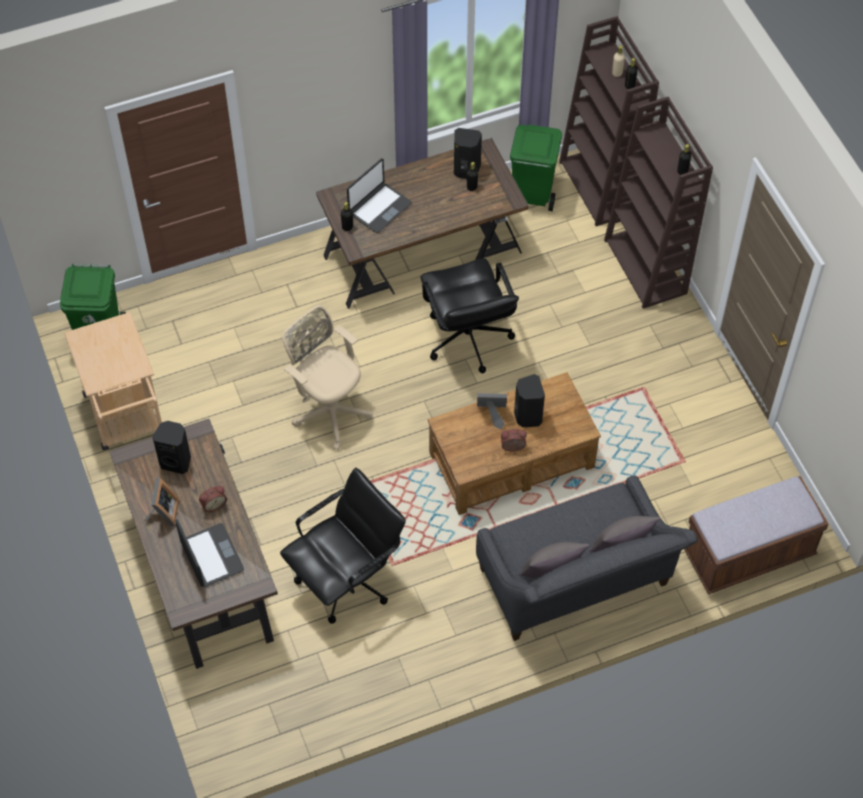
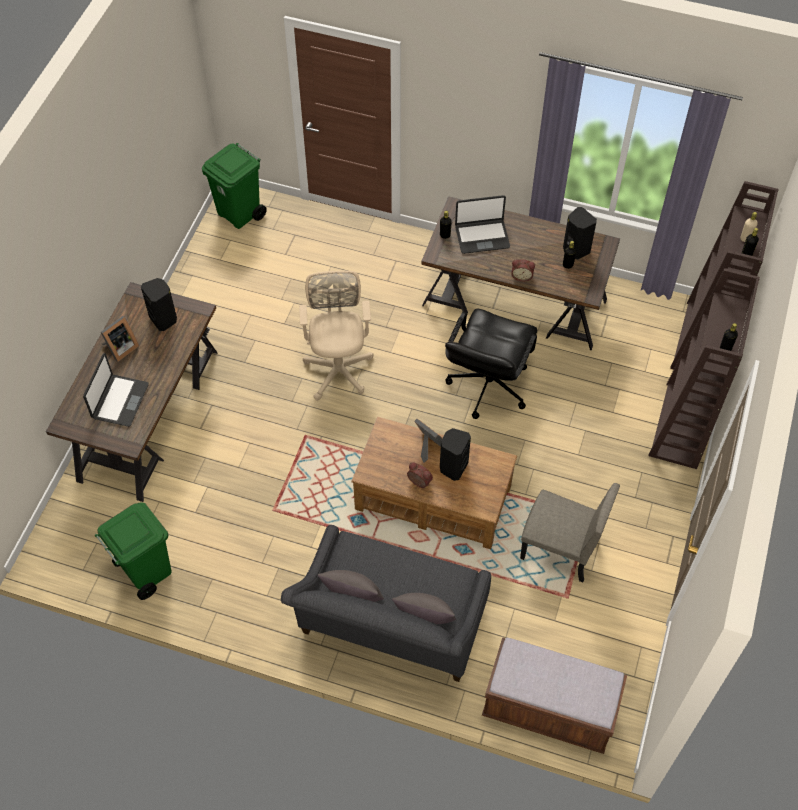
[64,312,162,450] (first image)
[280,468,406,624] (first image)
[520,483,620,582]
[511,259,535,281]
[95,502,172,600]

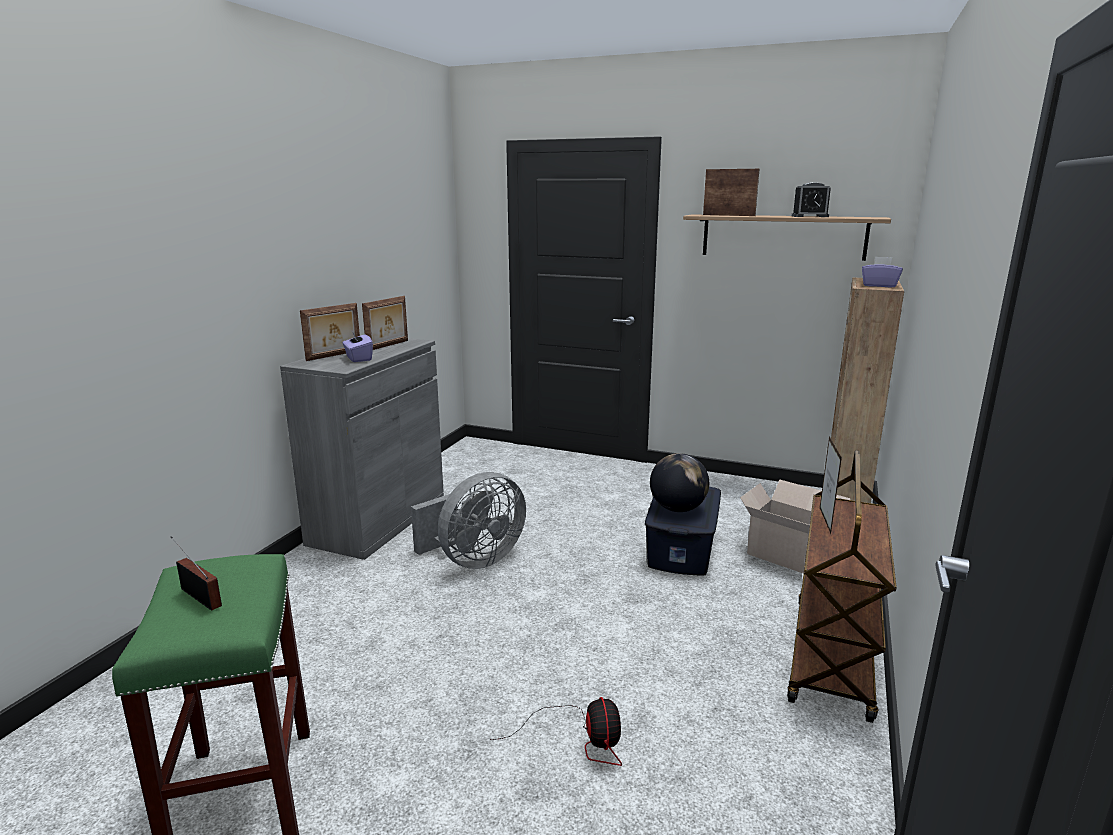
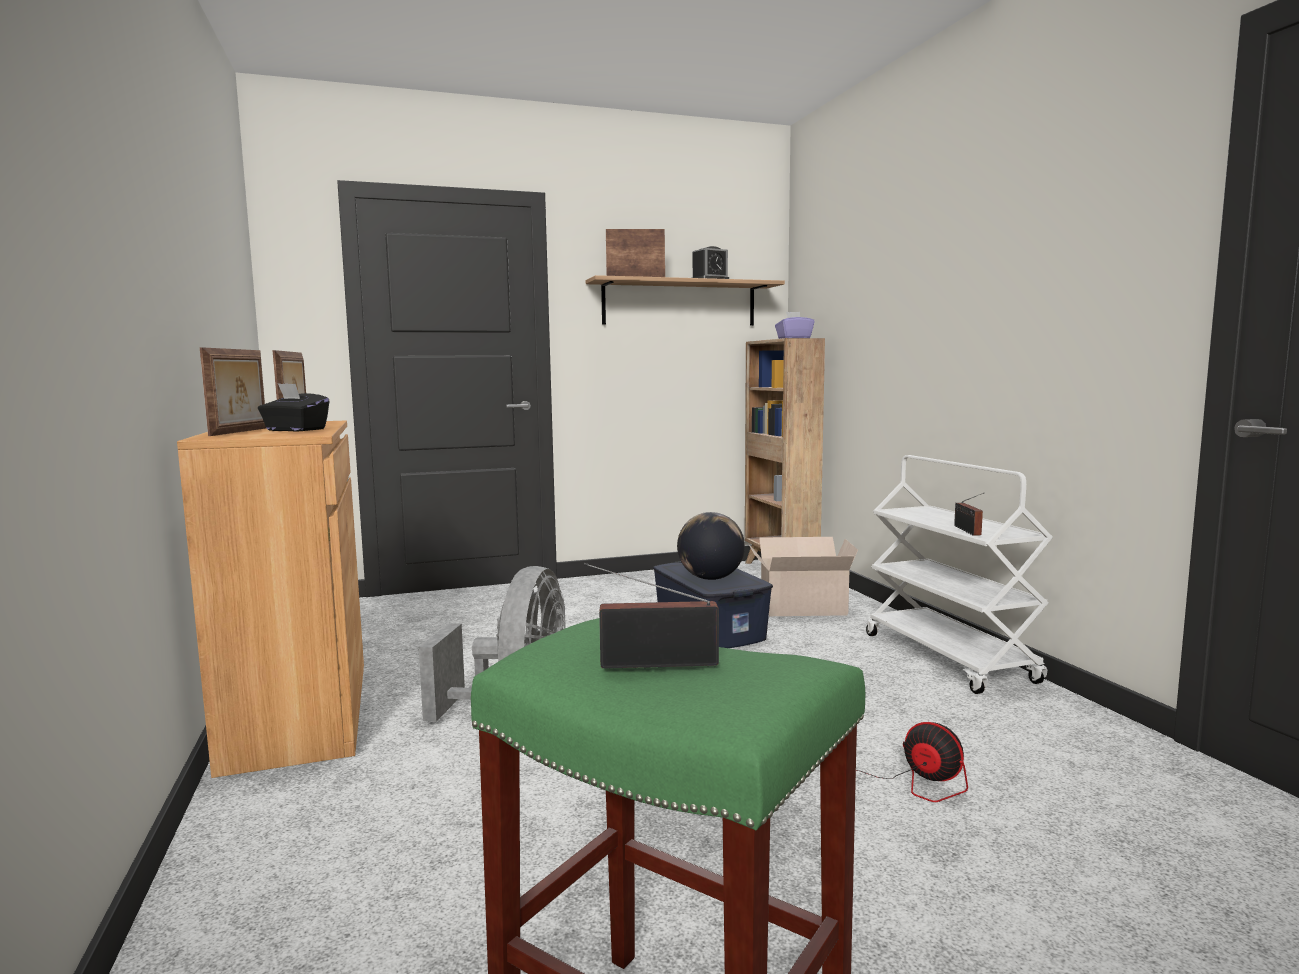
[820,436,842,534] (first image)
[954,493,984,535]
[177,421,364,778]
[258,383,330,432]
[866,455,1053,694]

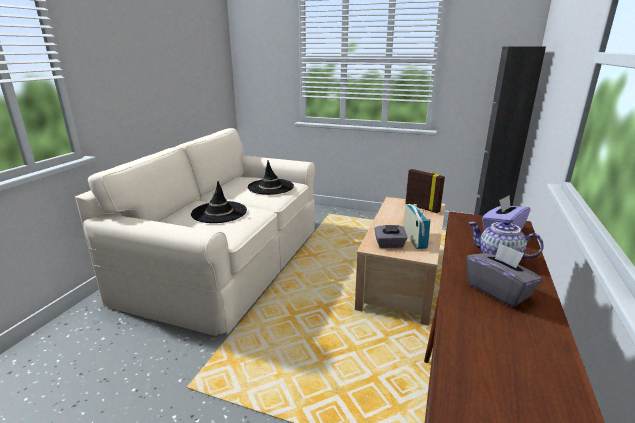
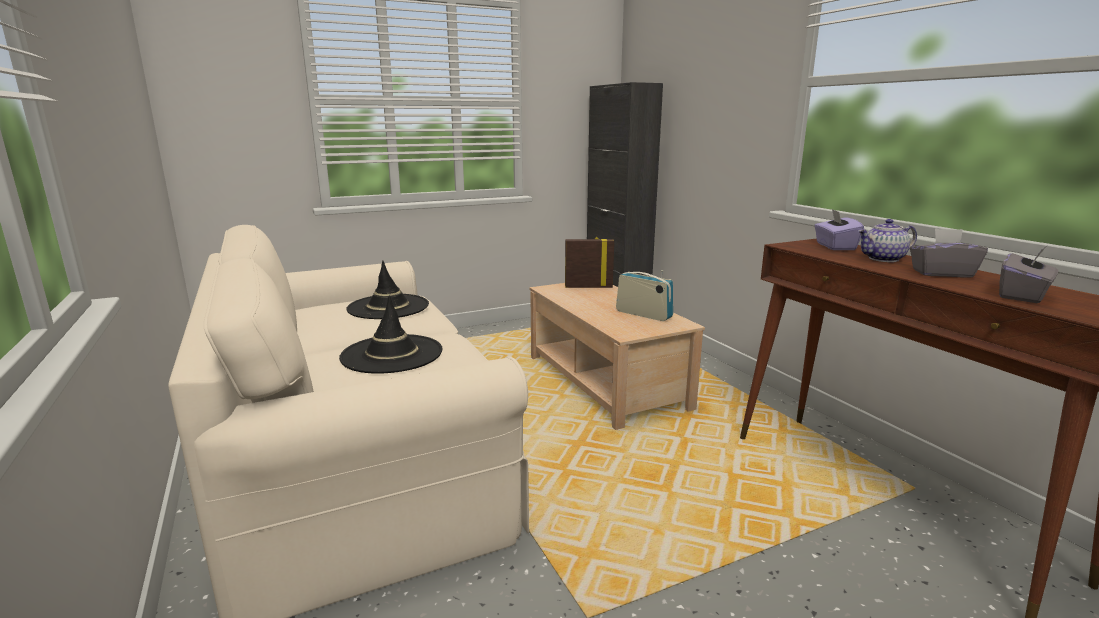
[999,247,1058,303]

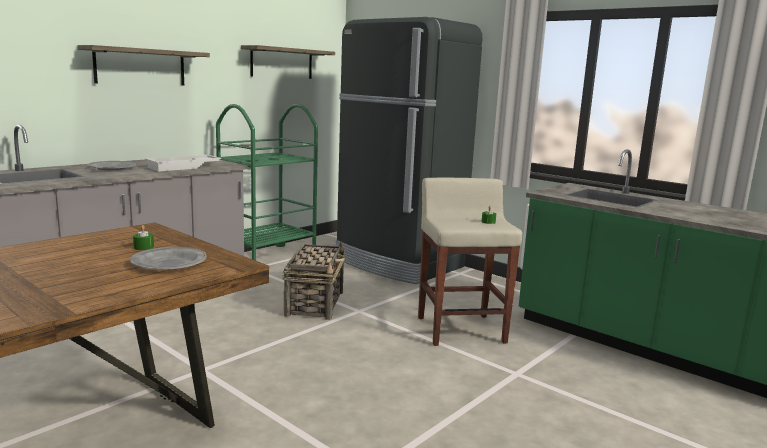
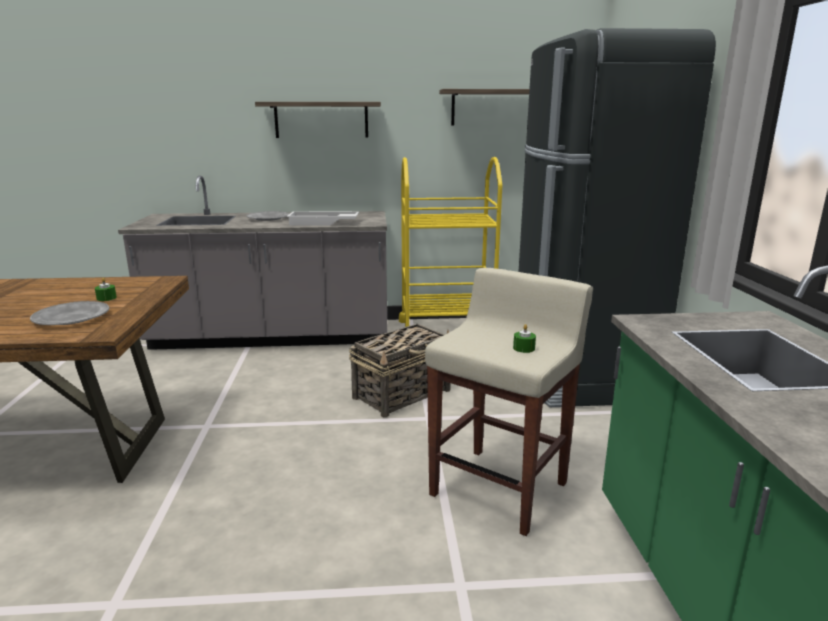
[399,157,503,327]

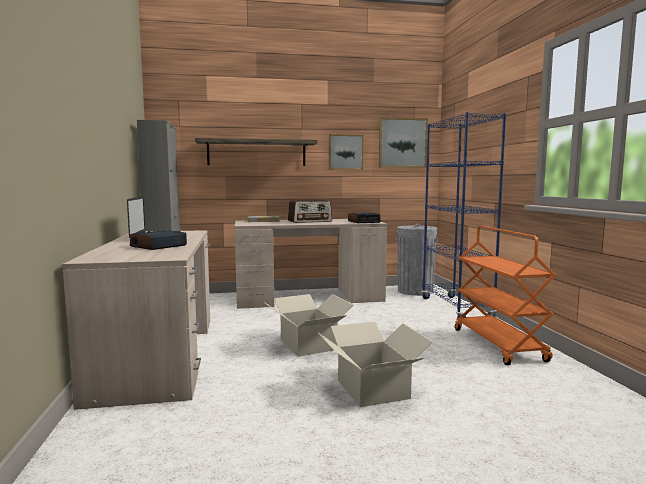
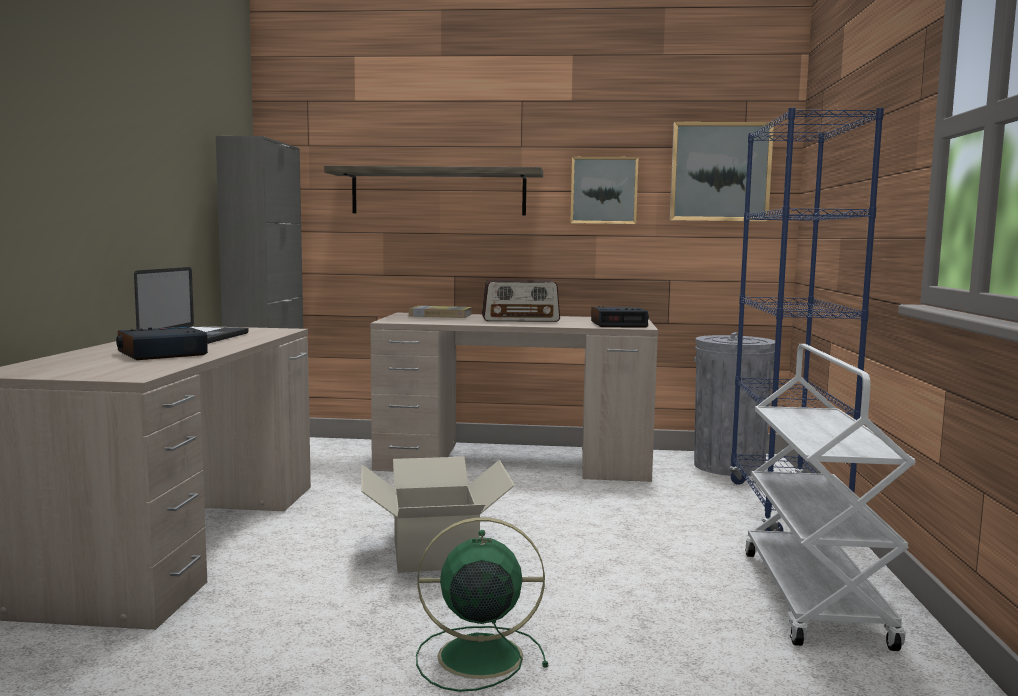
[416,517,548,692]
[745,344,916,651]

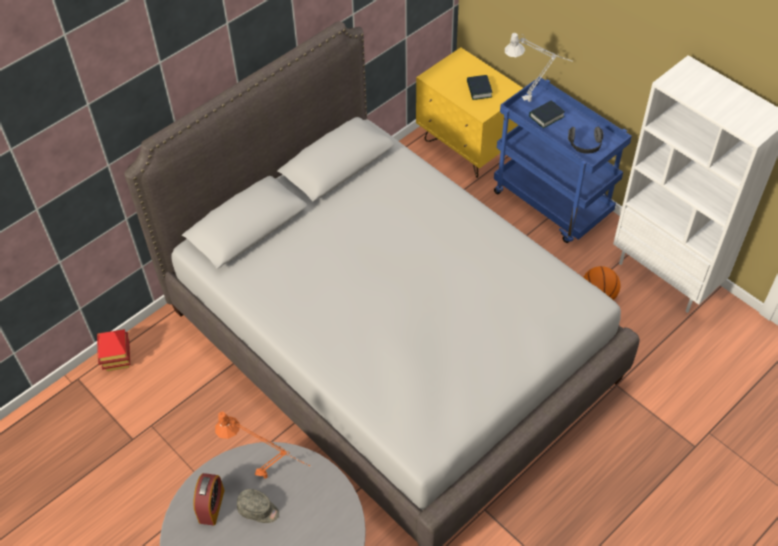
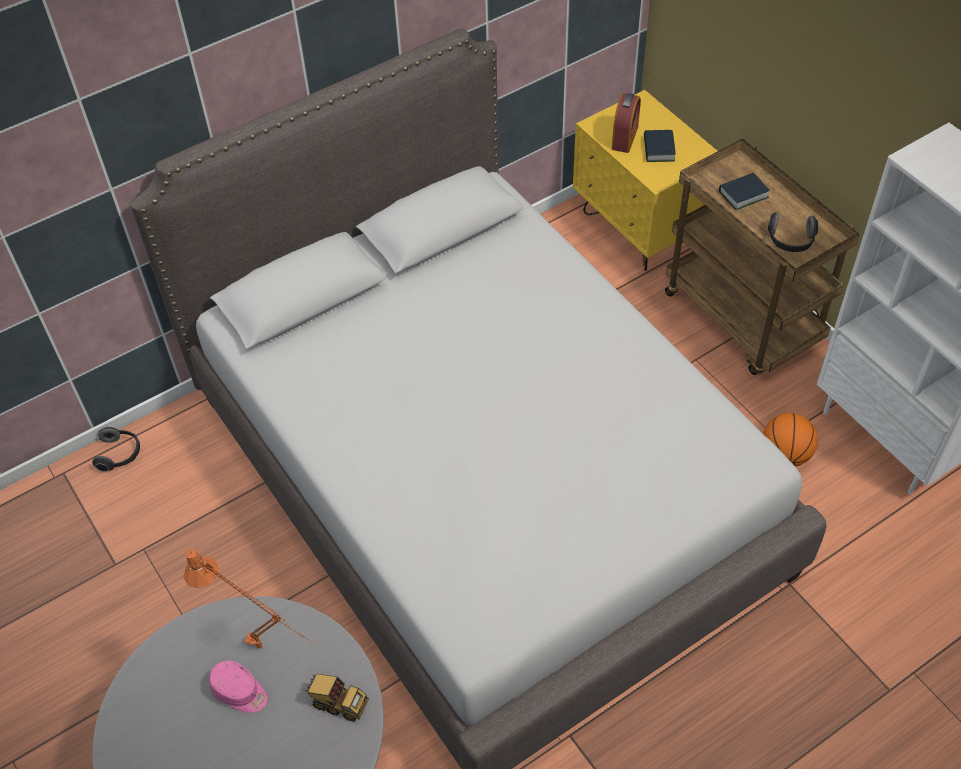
[505,33,573,102] (first image)
[305,674,369,722]
[612,93,641,153]
[92,427,140,472]
[209,661,267,713]
[665,138,860,375]

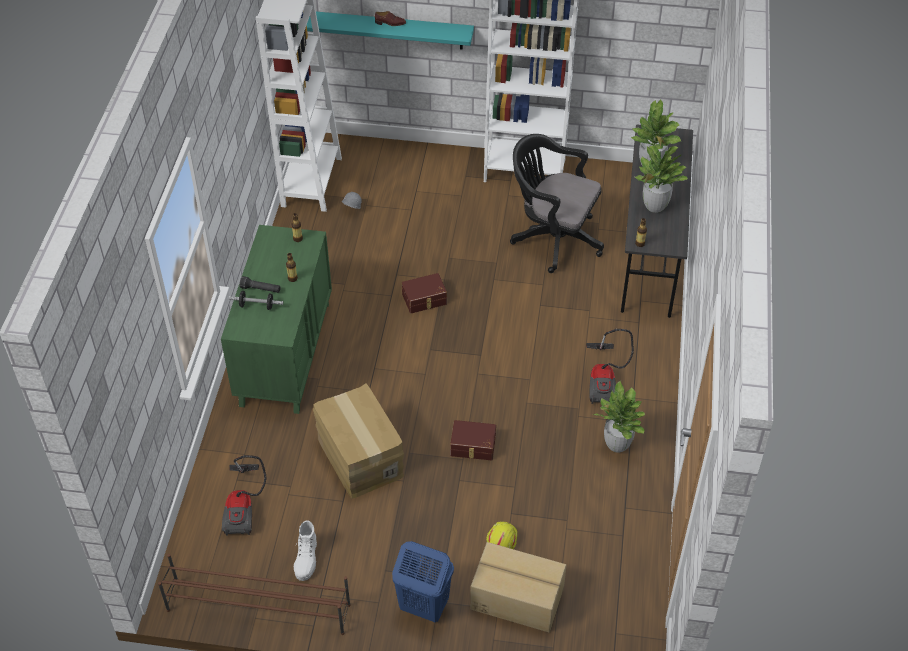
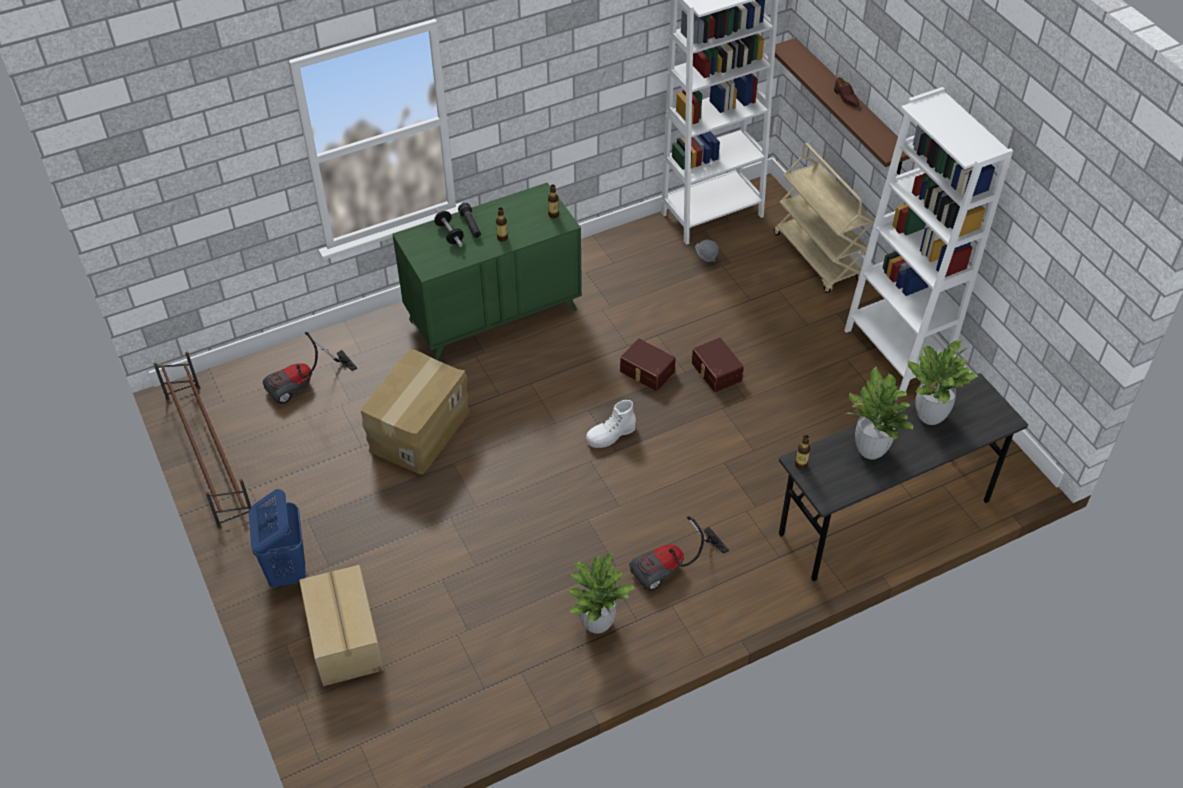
[486,521,518,549] (first image)
[510,134,604,273] (first image)
[774,143,874,293]
[586,400,636,448]
[692,338,744,392]
[775,38,910,174]

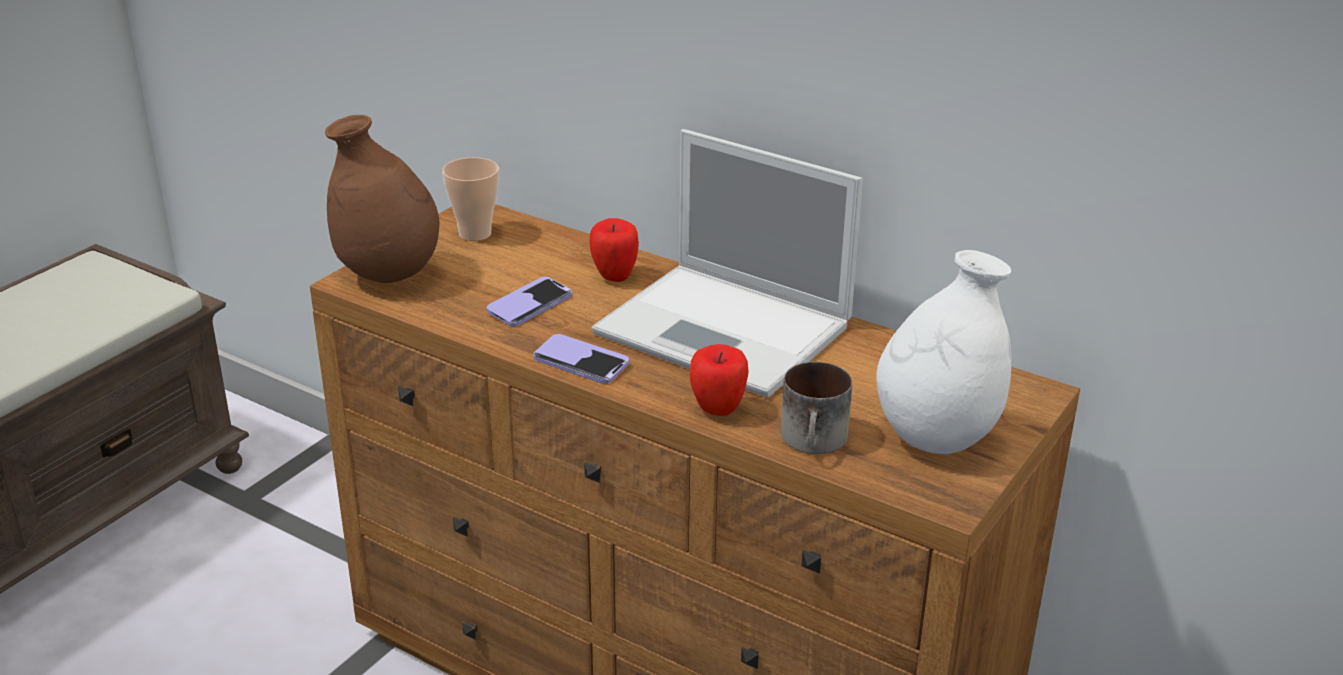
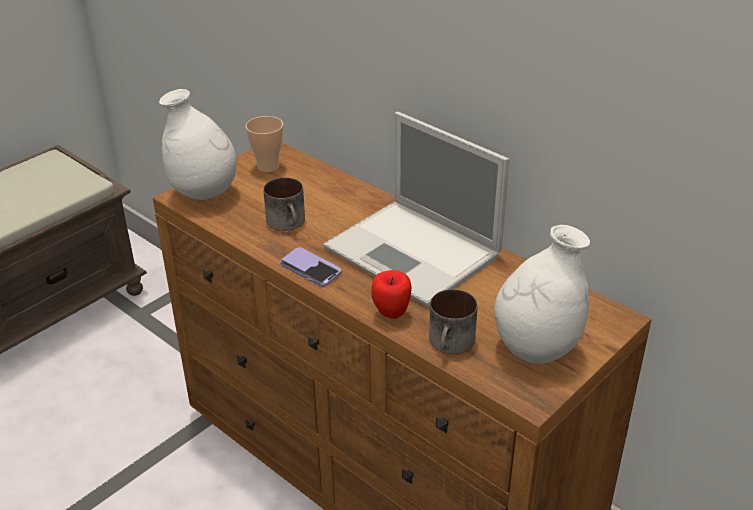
[589,218,639,282] (first image)
[263,177,305,231]
[159,89,237,200]

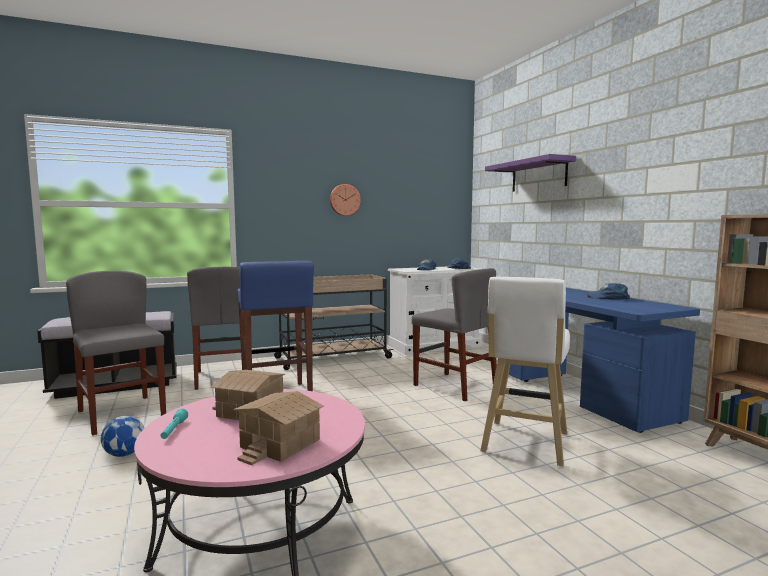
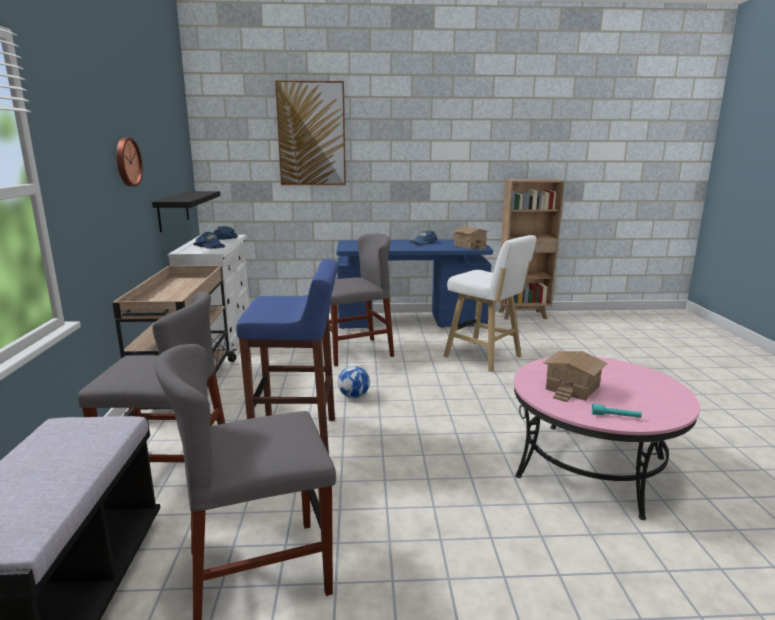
[152,191,220,232]
[338,366,370,398]
[454,226,487,249]
[275,80,346,185]

